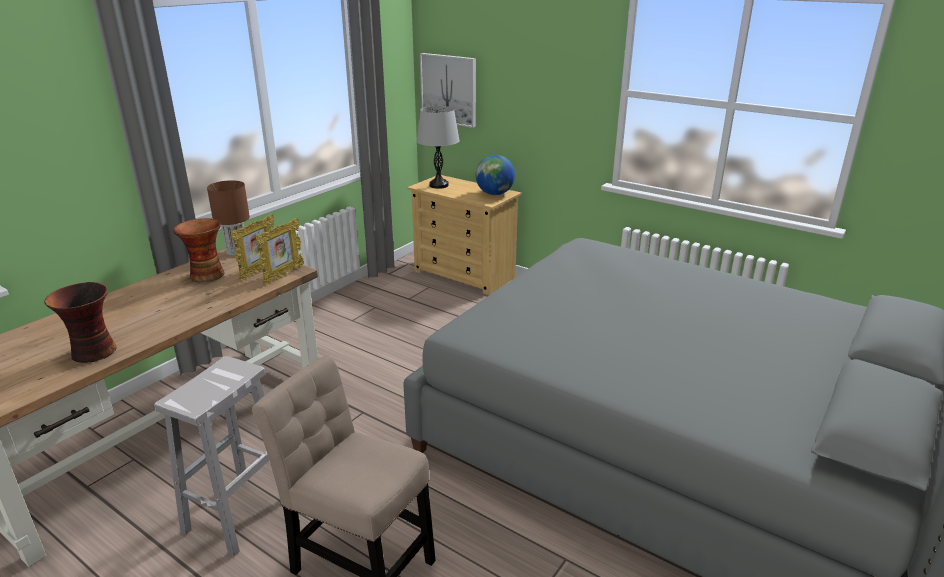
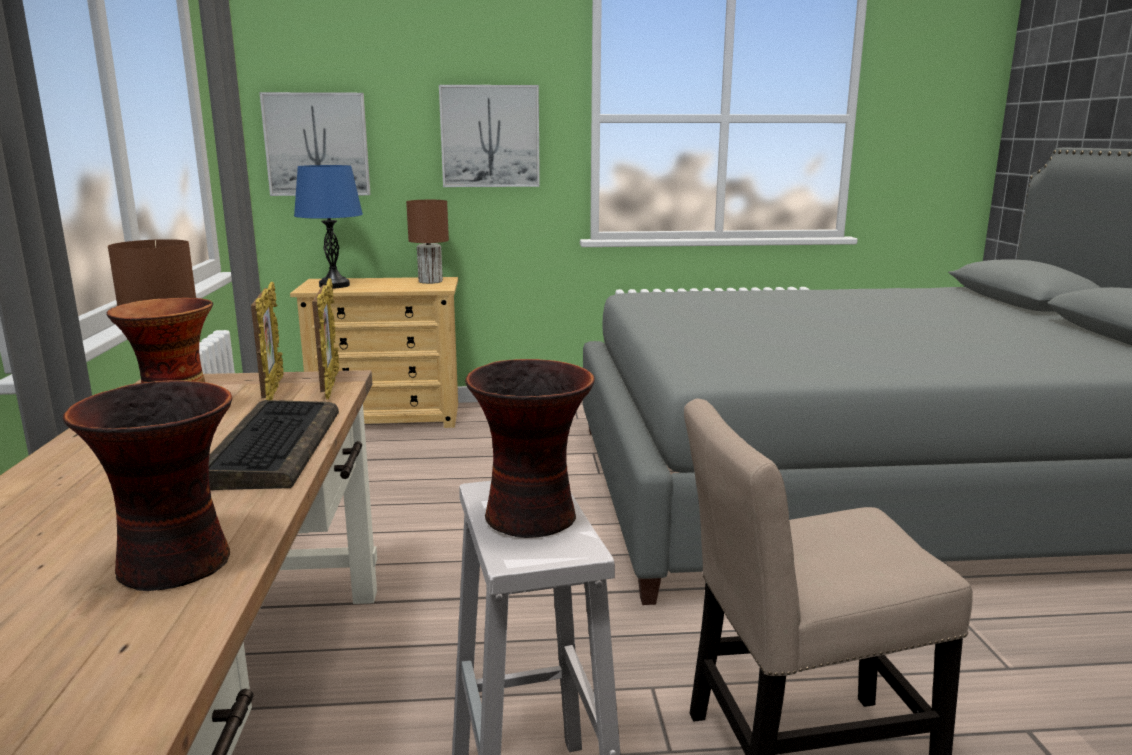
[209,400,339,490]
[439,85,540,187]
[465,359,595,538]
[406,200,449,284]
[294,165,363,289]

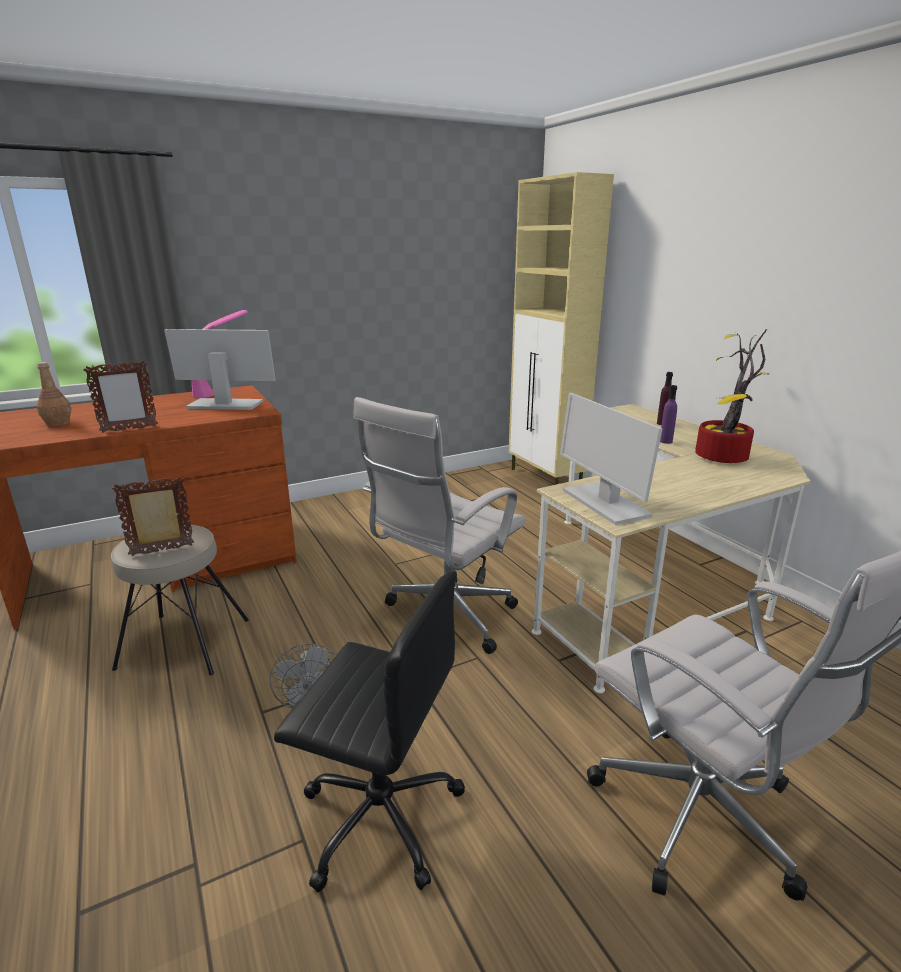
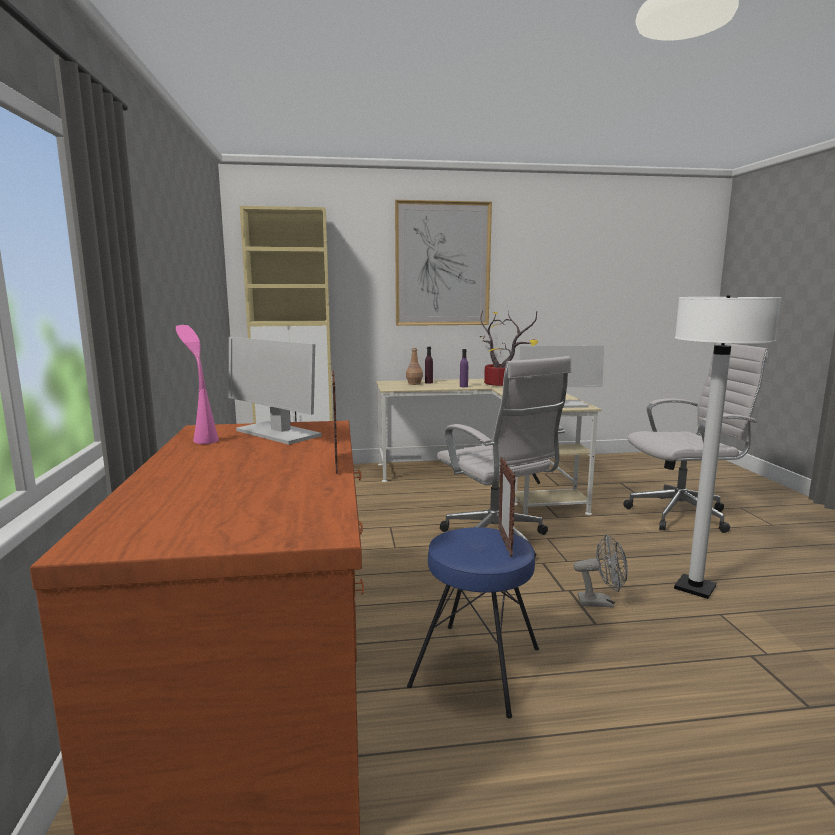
[395,200,492,326]
[406,347,423,385]
[674,295,781,599]
[407,527,539,719]
[229,337,322,445]

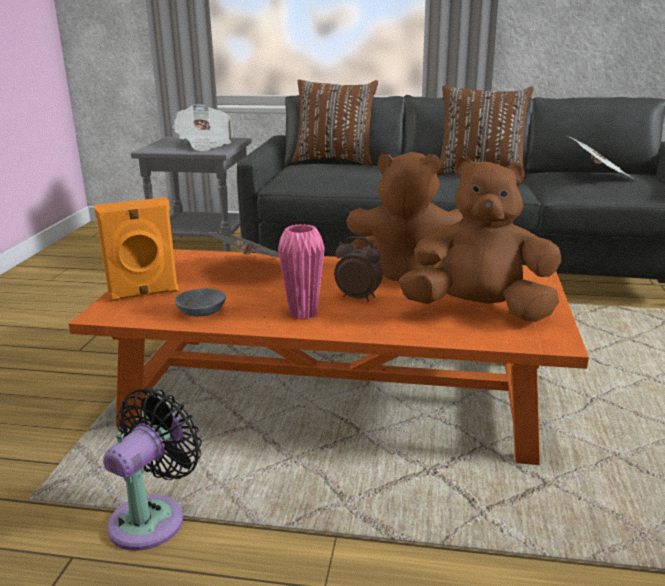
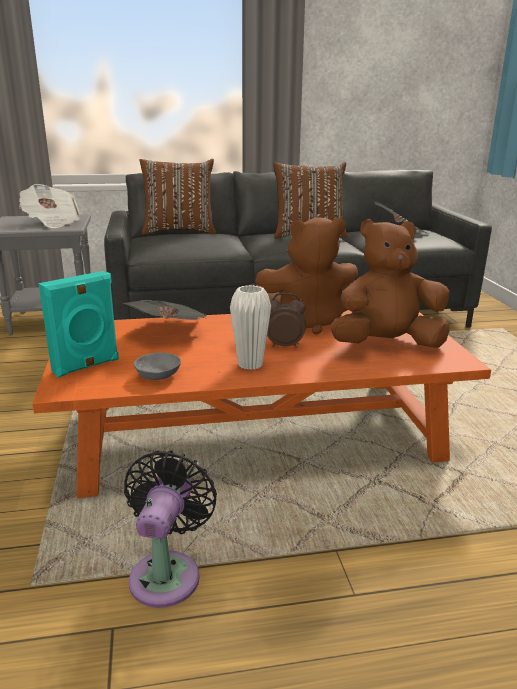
[39,271,119,378]
[230,285,271,370]

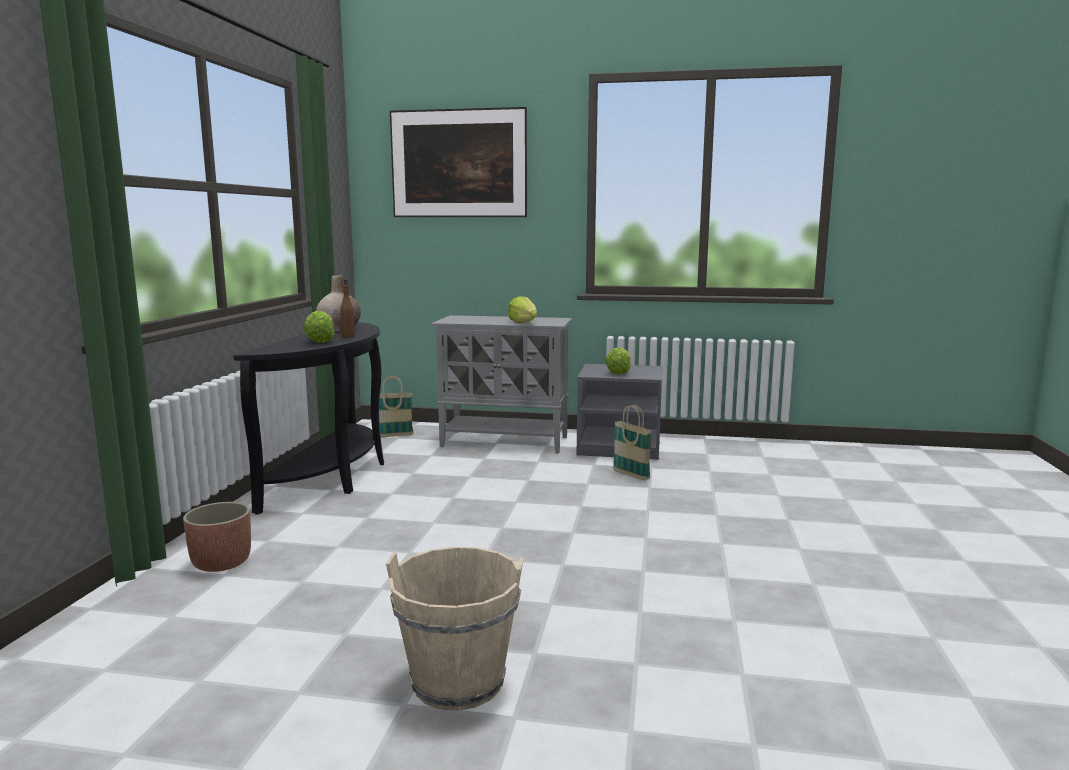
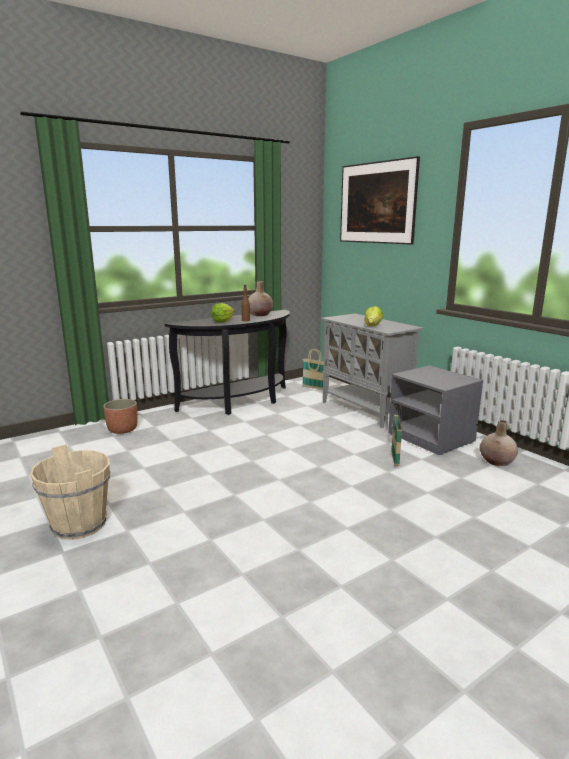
[605,347,631,375] (first image)
[480,420,518,466]

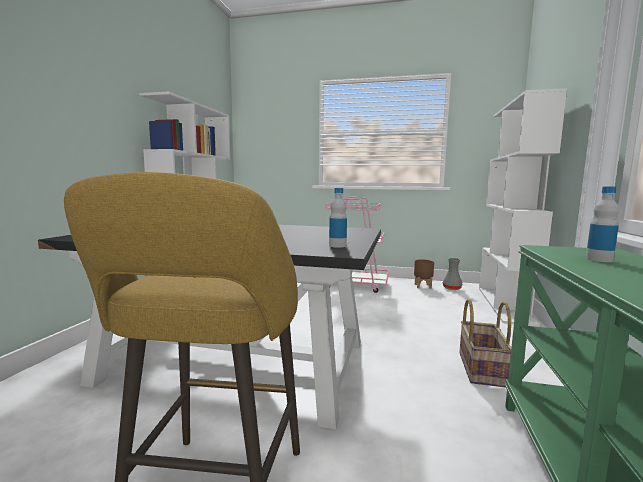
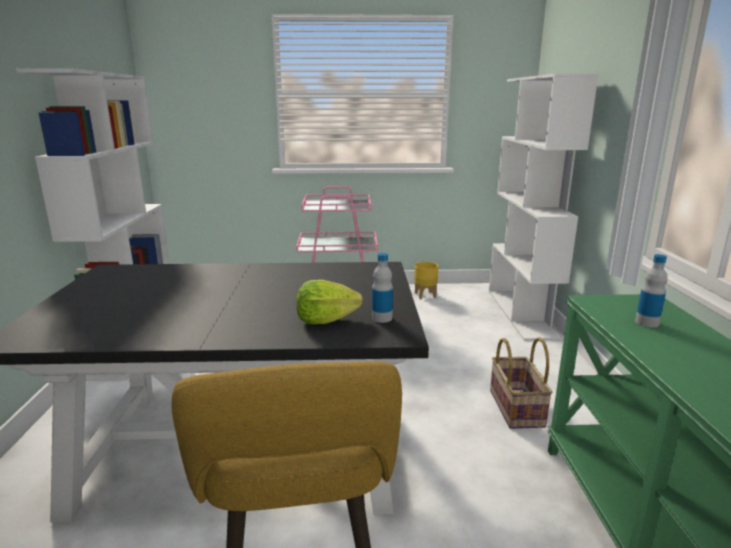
[443,258,462,290] (first image)
[296,280,363,324]
[414,262,438,299]

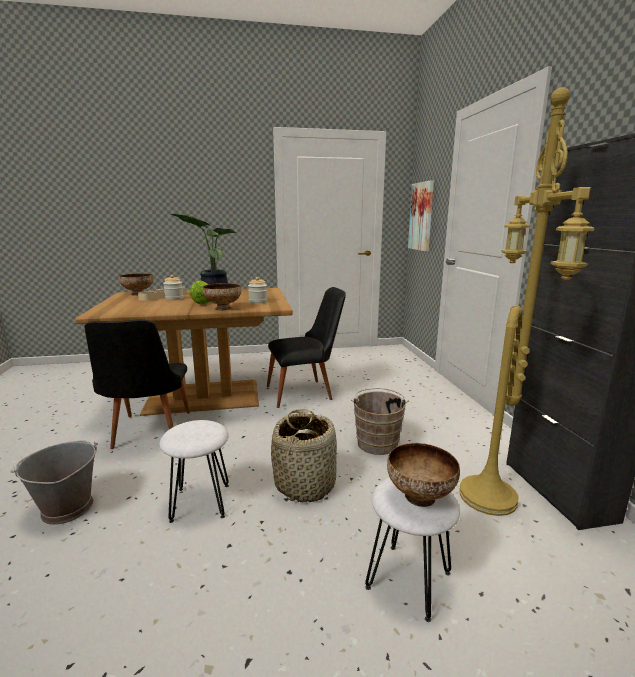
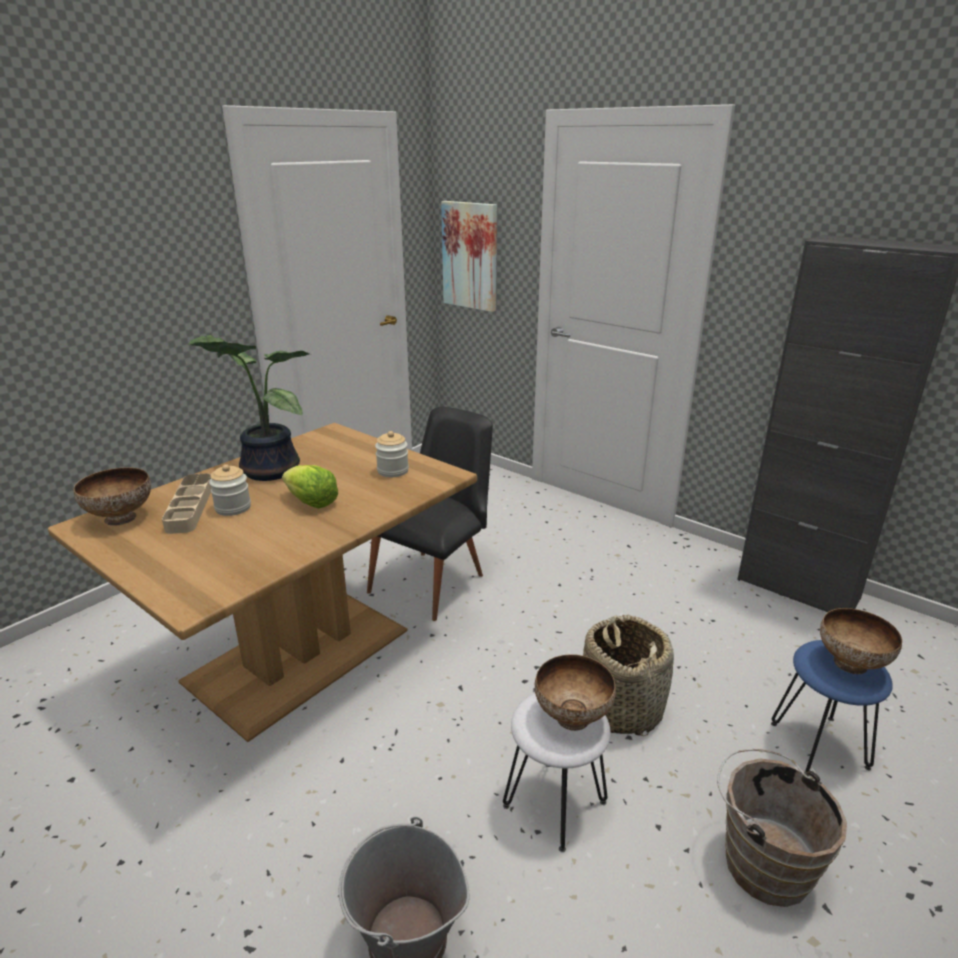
[84,319,190,449] (first image)
[459,87,594,516] (first image)
[535,654,616,731]
[717,749,847,907]
[771,640,893,772]

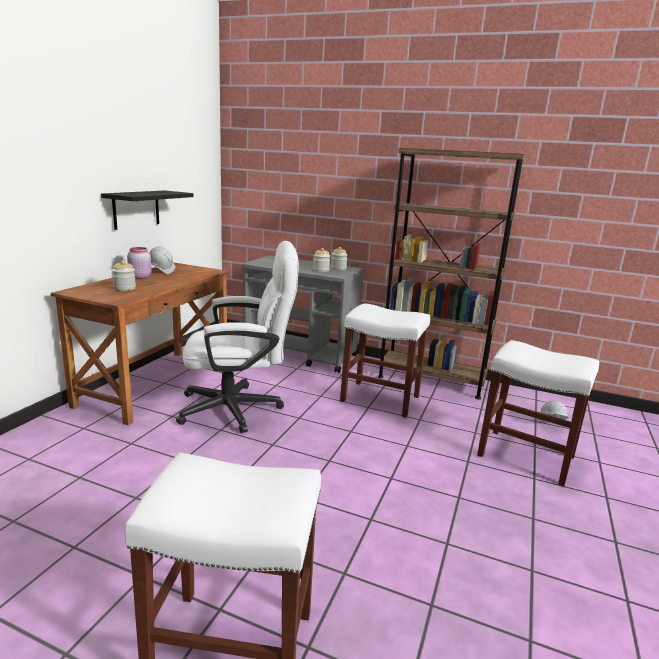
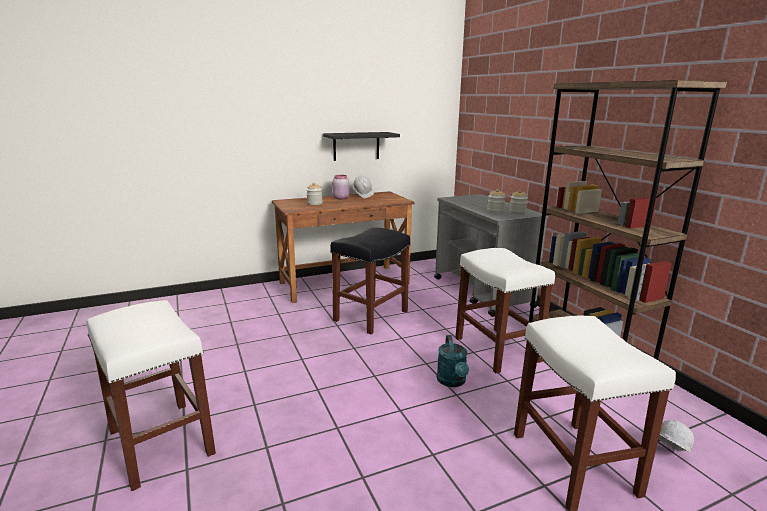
[437,335,469,387]
[330,228,410,334]

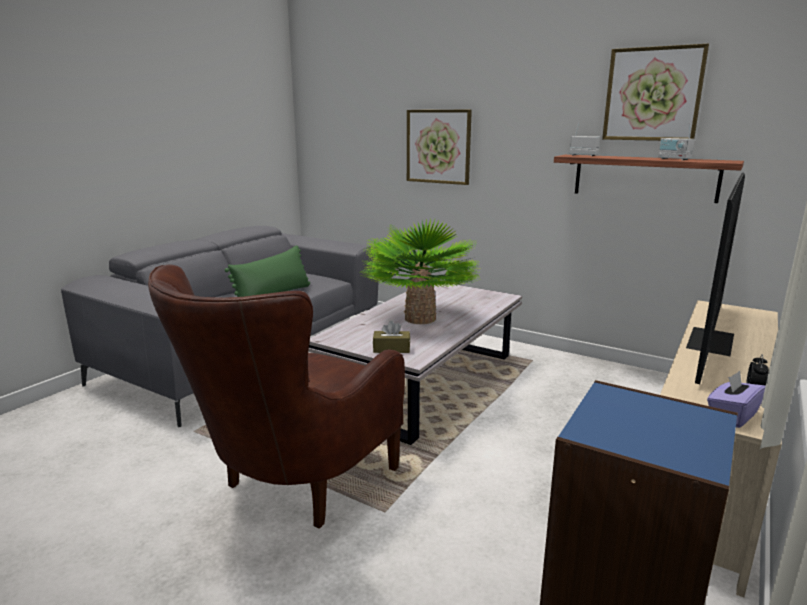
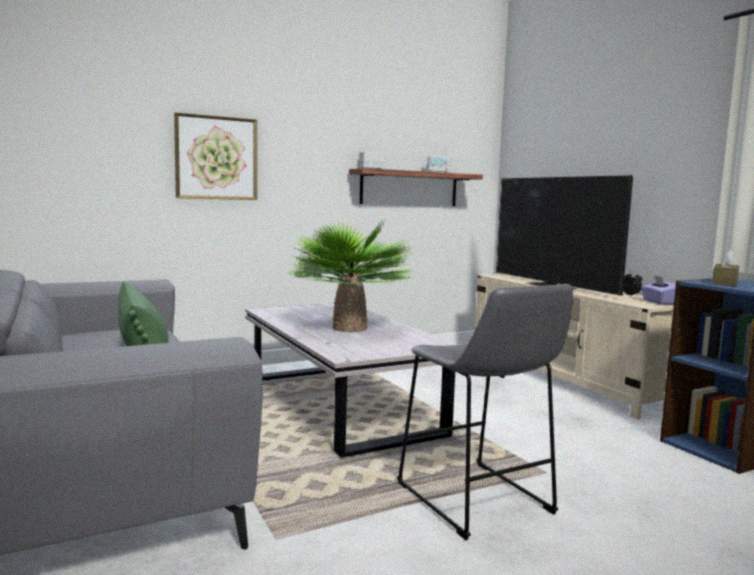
[602,44,709,141] (first image)
[712,250,739,286]
[397,284,573,540]

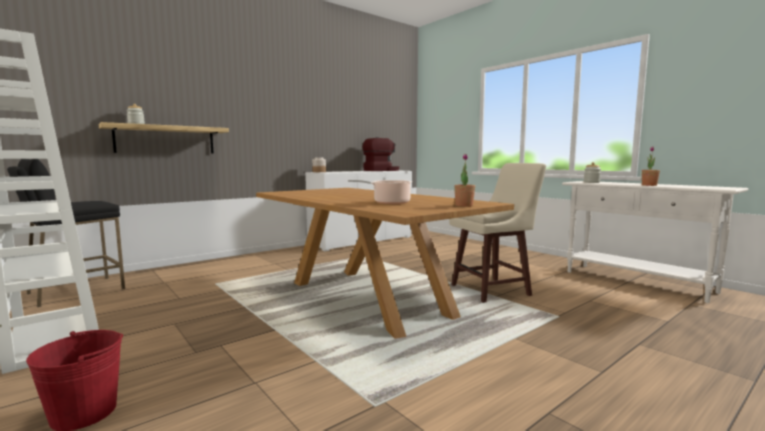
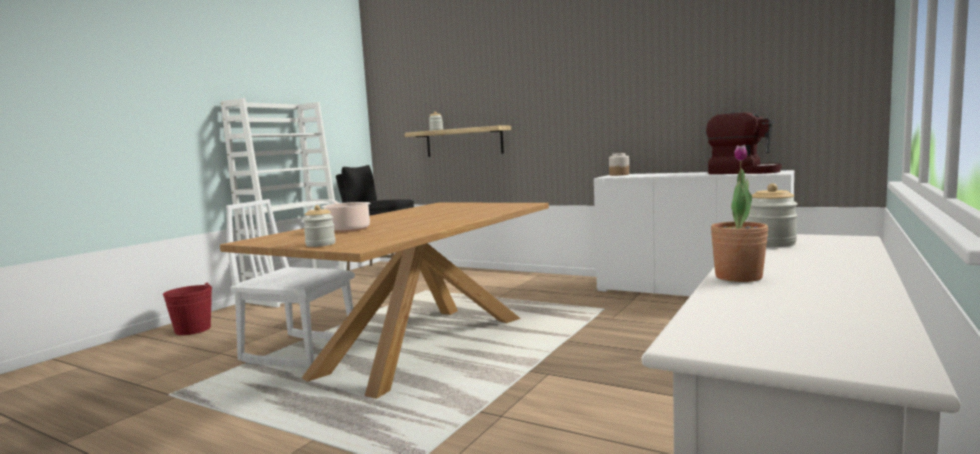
[449,163,546,303] (first image)
[226,199,357,368]
[303,205,336,247]

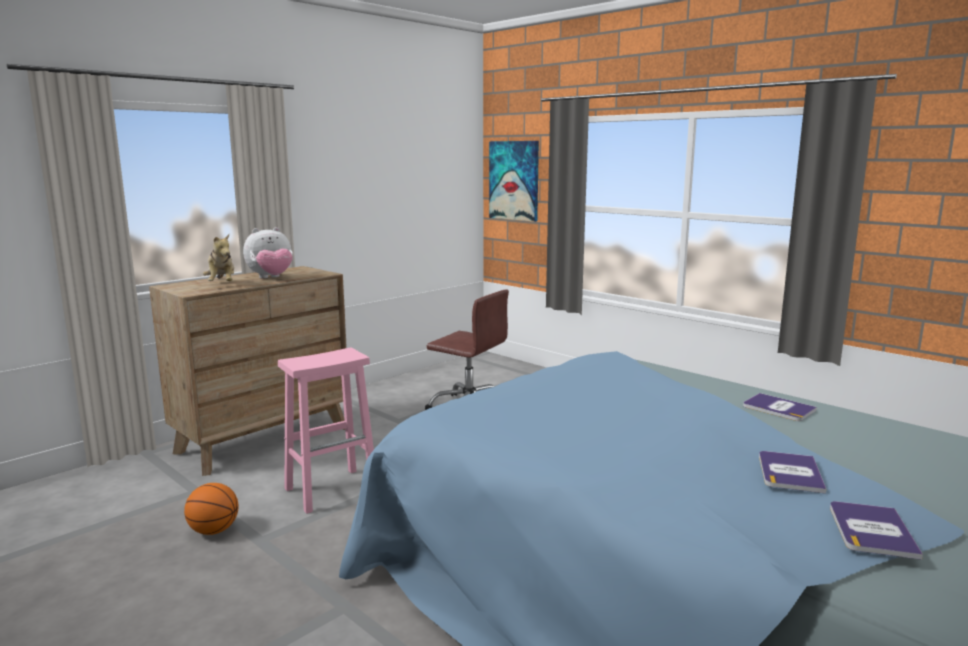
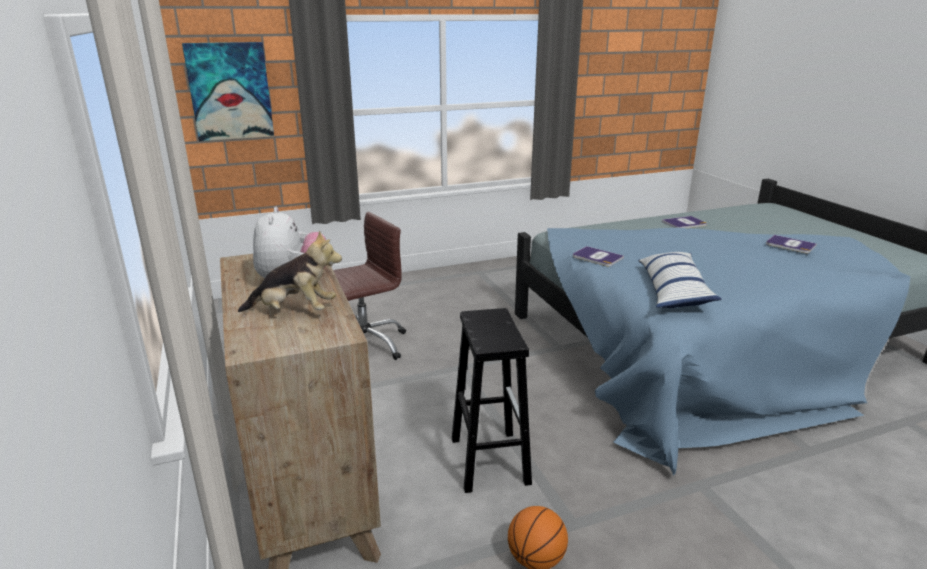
[638,252,722,308]
[573,246,624,267]
[452,308,532,493]

